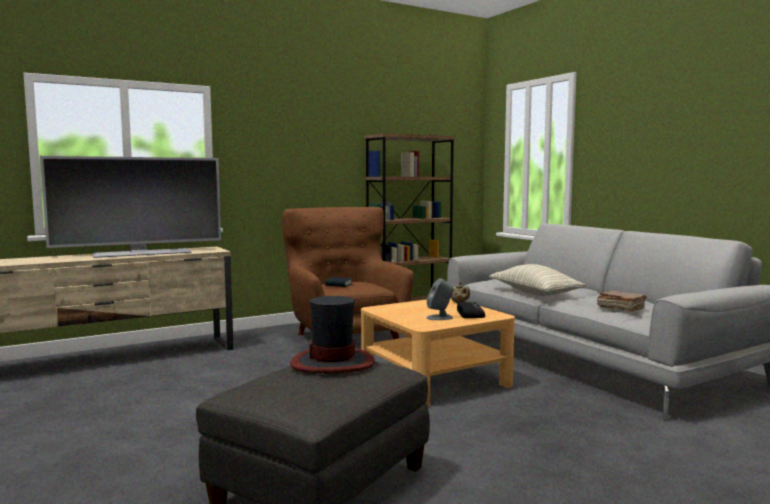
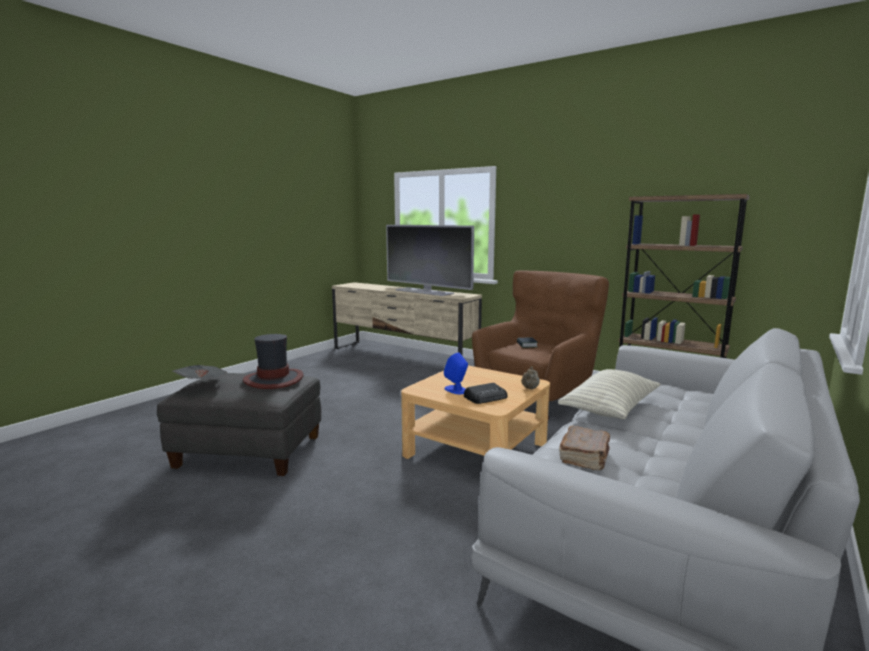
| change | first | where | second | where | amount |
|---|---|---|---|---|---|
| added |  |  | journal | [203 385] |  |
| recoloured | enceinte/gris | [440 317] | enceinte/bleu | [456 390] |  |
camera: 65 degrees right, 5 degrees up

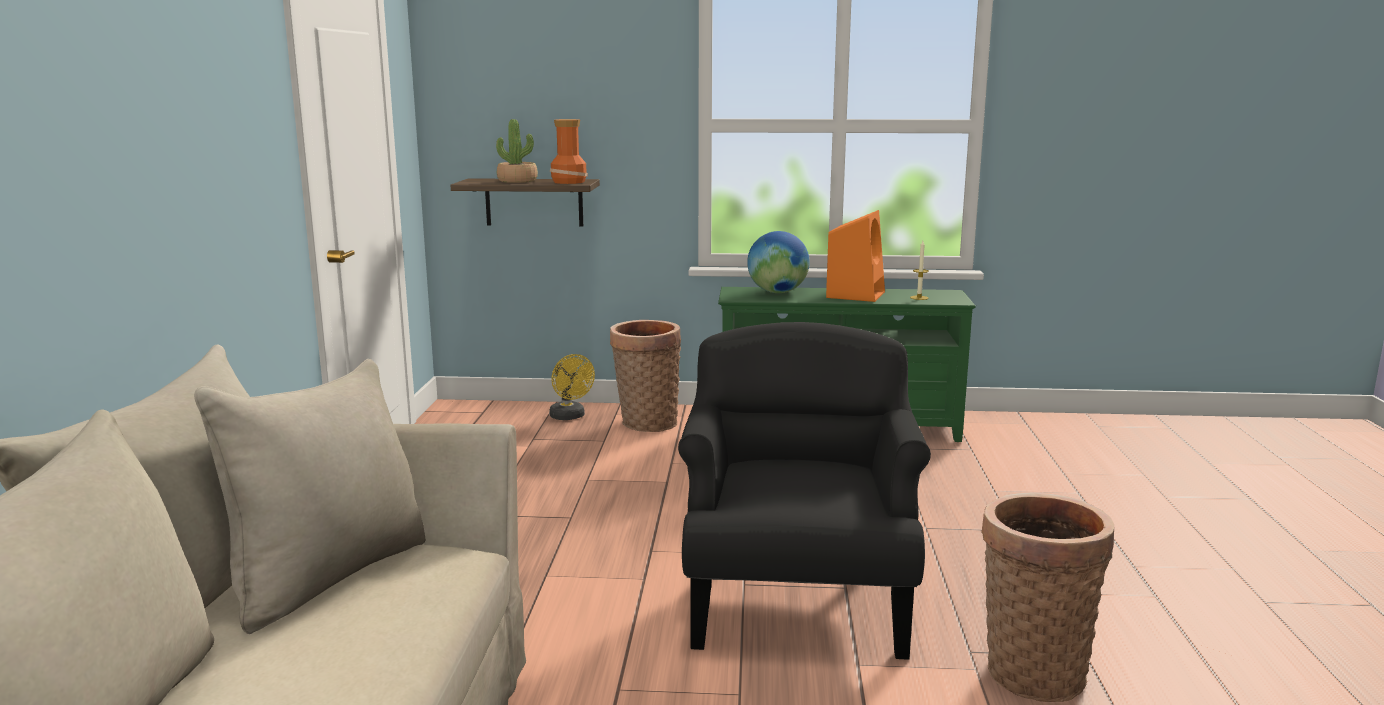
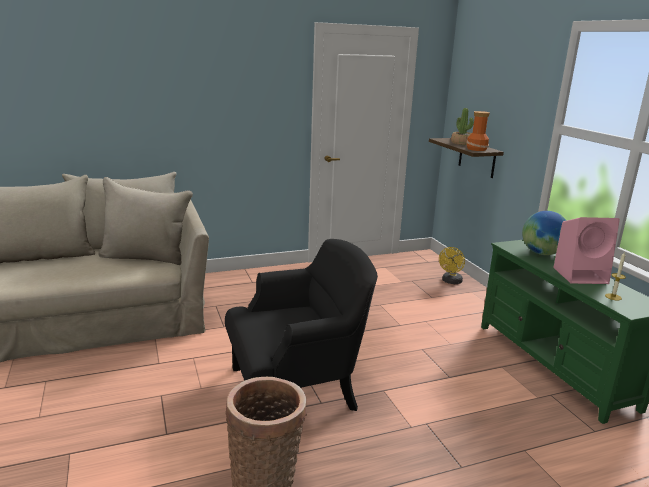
| change | first | where | second | where | amount |
|---|---|---|---|---|---|
| recoloured | enceinte/orange | [855 294] | enceinte/rose | [581 275] |  |
| removed | panier | [646 422] |  |  |  |
camera: 65 degrees right, 5 degrees up

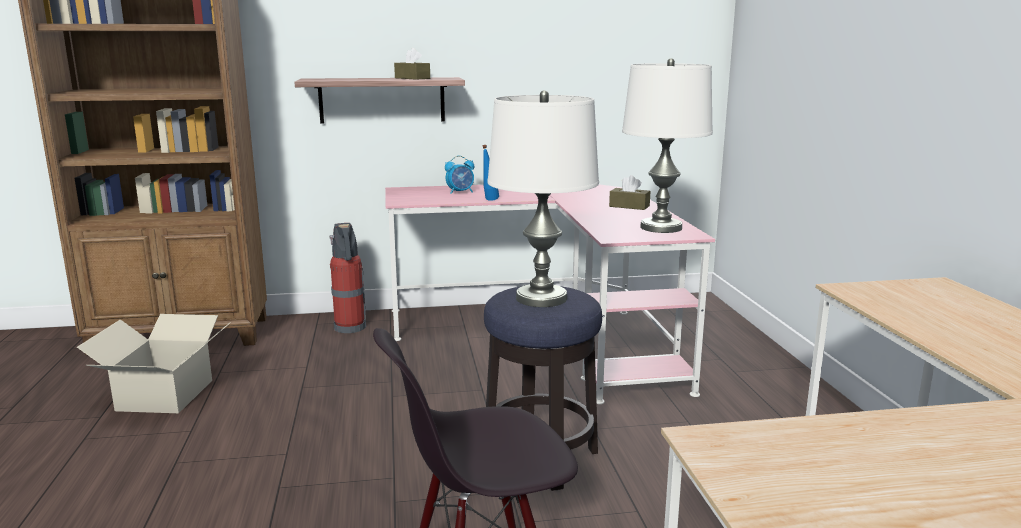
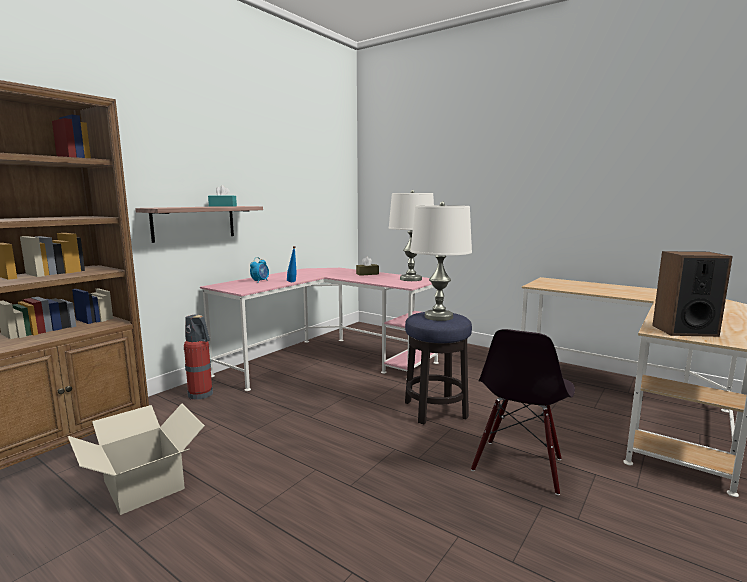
| change | first | where | second | where | amount |
|---|---|---|---|---|---|
| recoloured | boîte à mouchoirs/marron | [412 78] | boîte à mouchoirs/turquoise | [223 206] |  |
| added |  |  | enceinte | [684 330] |  |
camera: 45 degrees left, 5 degrees down

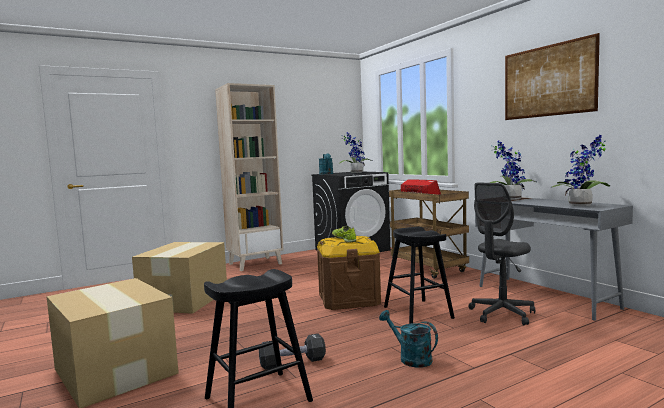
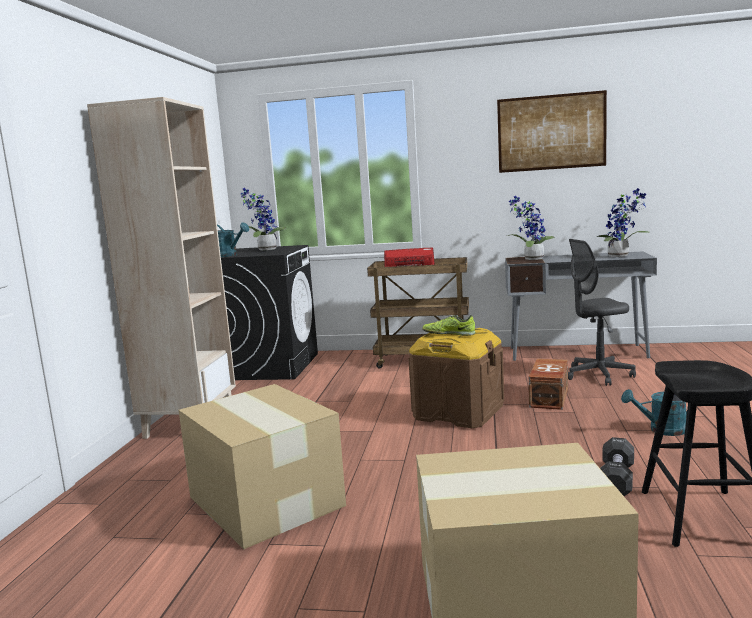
| change | first | where | second | where | amount |
|---|---|---|---|---|---|
| replaced | tabouret/noir | [417 312] | boîte de rangement/marron | [548 397] |  |
| turned | chaise de bureau/gris | [502 314] |  | [598 375] | 75 degrees clockwise |
camera: 50 degrees left, 5 degrees up

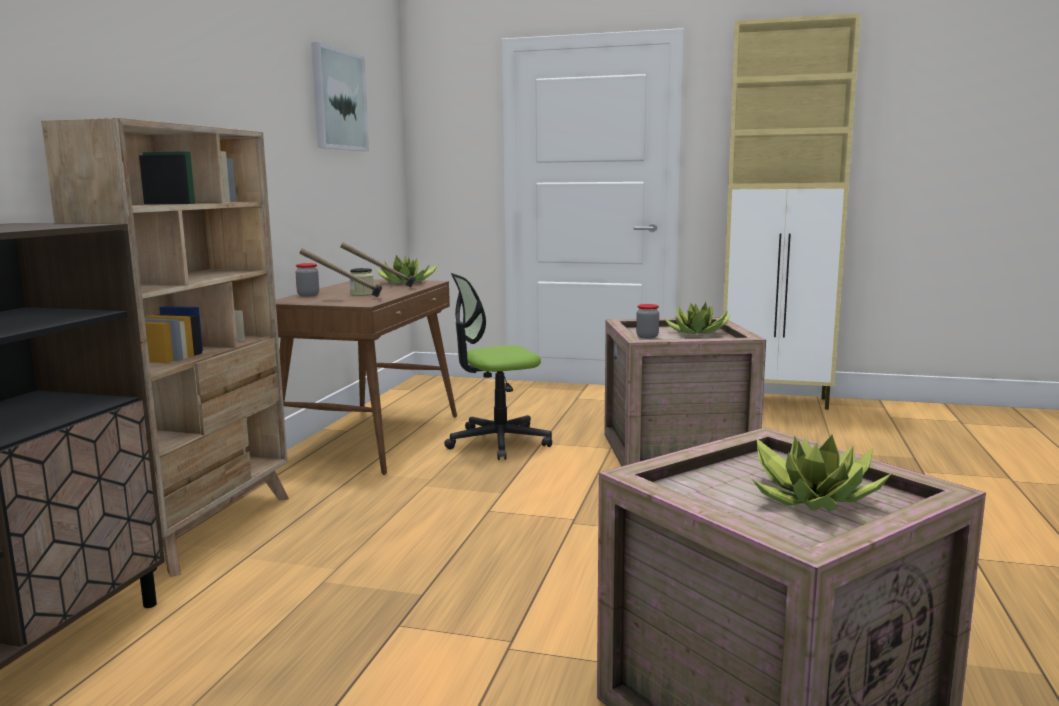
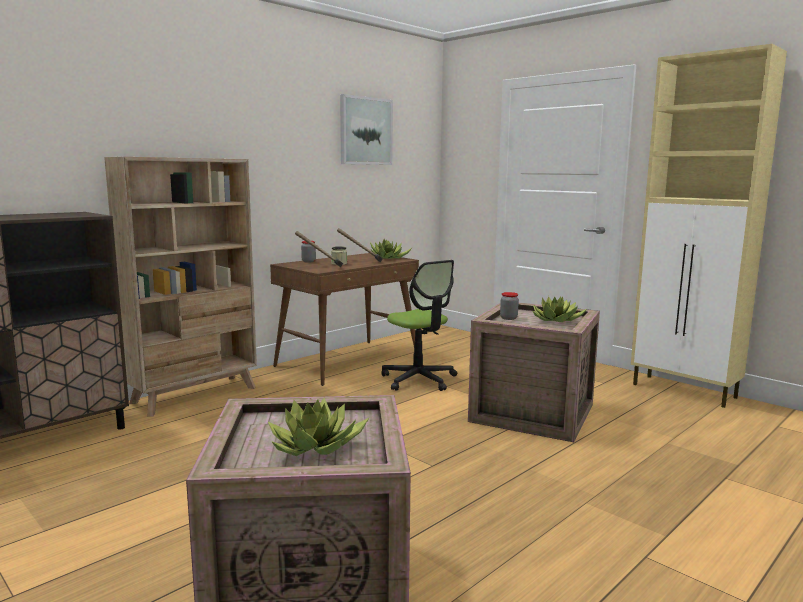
| change | first | where | second | where | amount |
|---|---|---|---|---|---|
| turned | chaise de bureau | [498 442] |  | [419 379] | 135 degrees counterclockwise |
camera: 30 degrees right, 0 degrees up

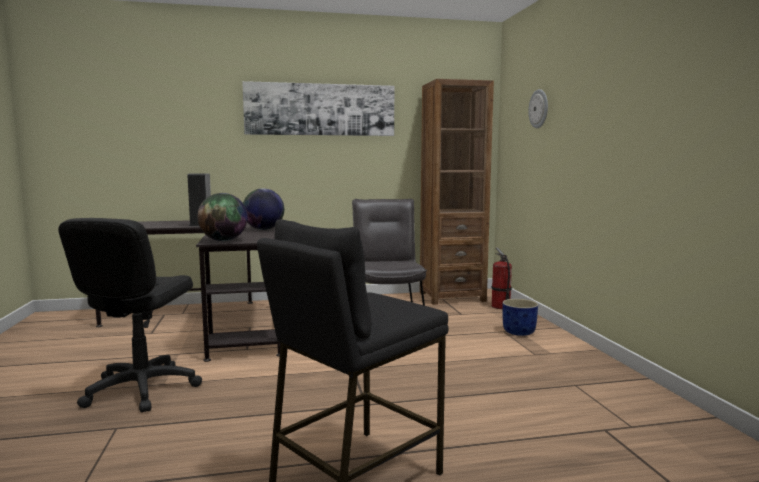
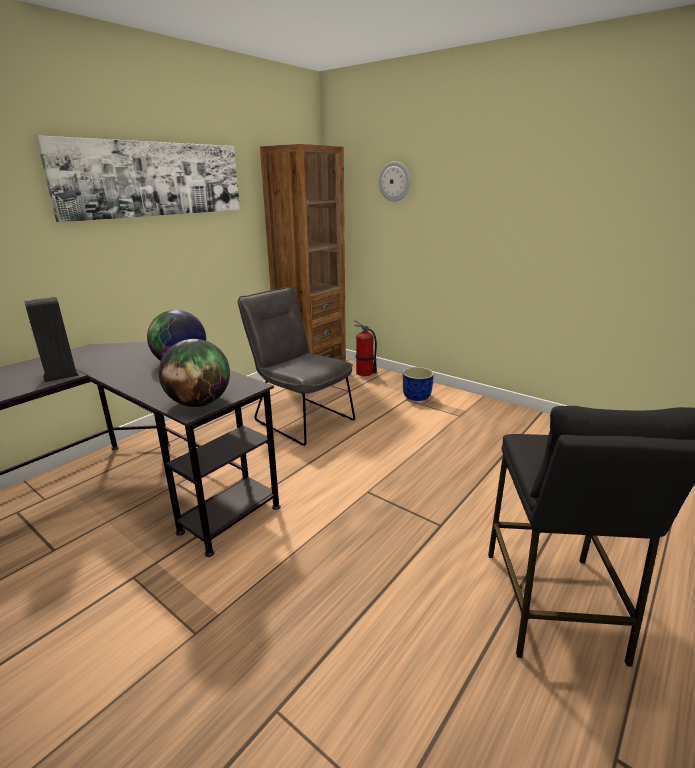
| change | first | where | second | where | amount |
|---|---|---|---|---|---|
| removed | chaise de bureau/noir | [141 389] |  |  |  |
camera: 40 degrees left, 15 degrees up

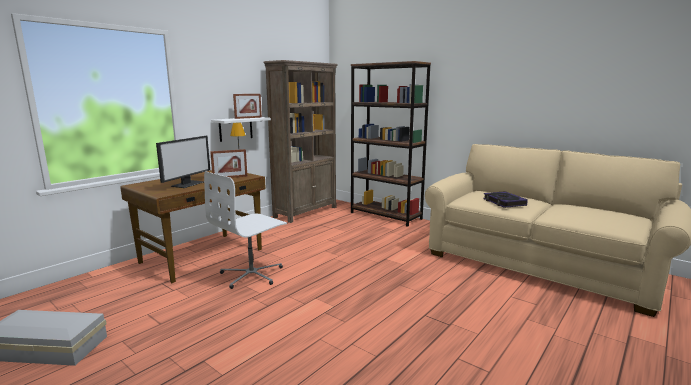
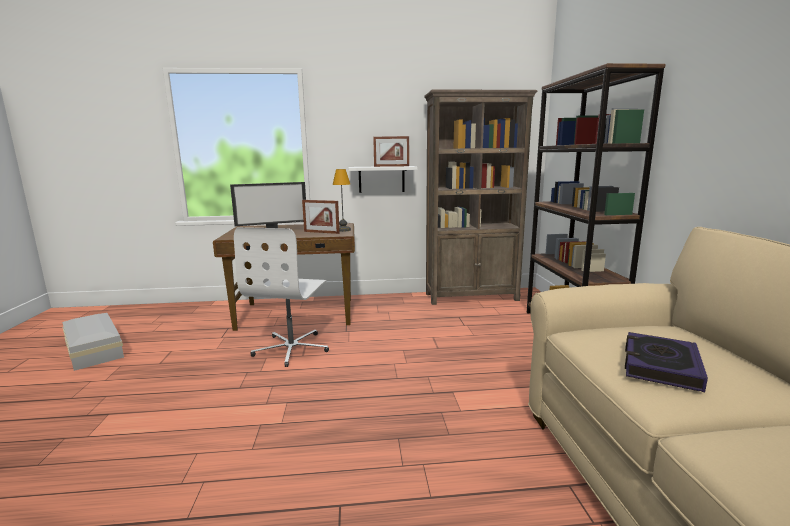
| change | first | where | second | where | amount |
|---|---|---|---|---|---|
| turned | chaise de bureau/blanc | [252 275] |  | [292 348] | 75 degrees counterclockwise |
camera: 45 degrees right, 0 degrees up

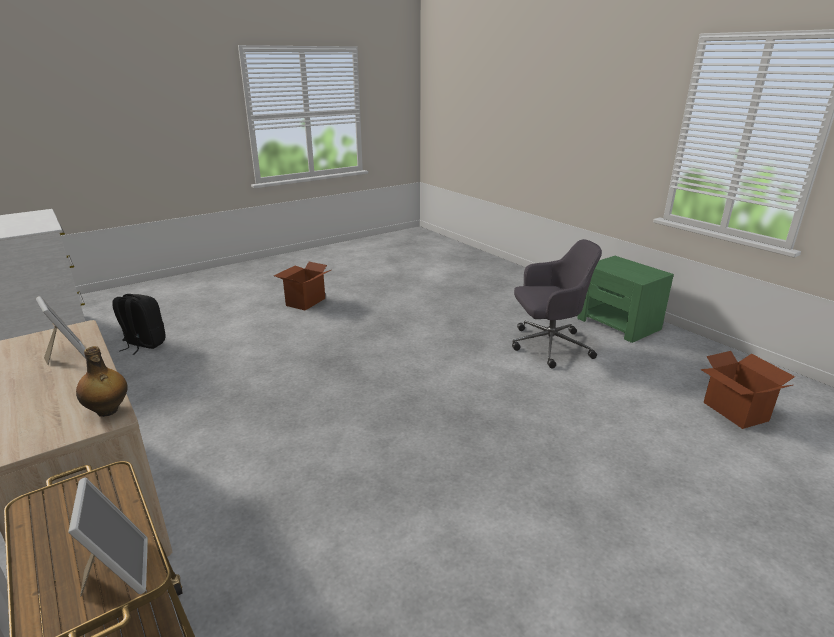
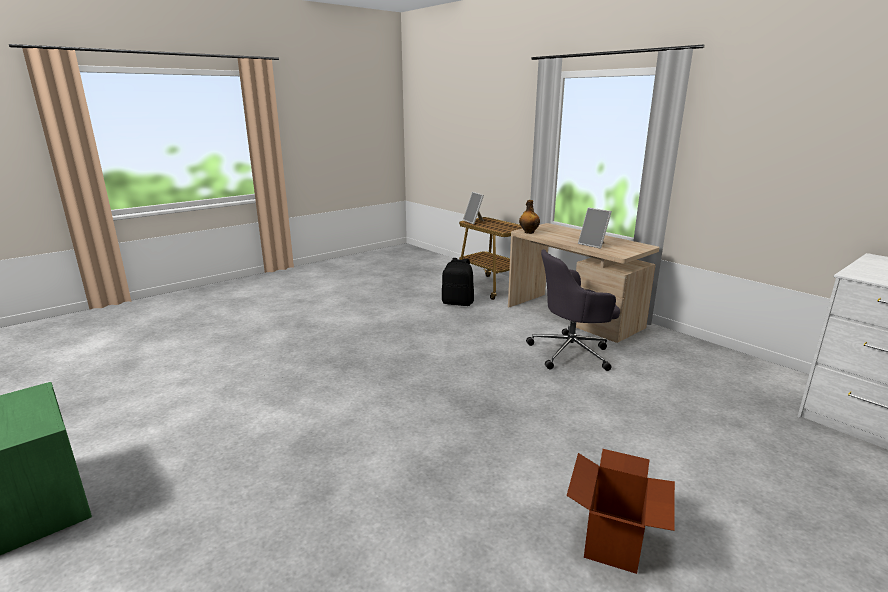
| change | first | where | second | where | amount |
|---|---|---|---|---|---|
| moved | sac à dos/noir | [144 344] |  | [458 303] |  |
| moved | chaise de bureau/gris | [548 346] |  | [571 352] |  |
| removed | carton | [734 412] |  |  |  |
camera: 175 degrees right, 5 degrees down

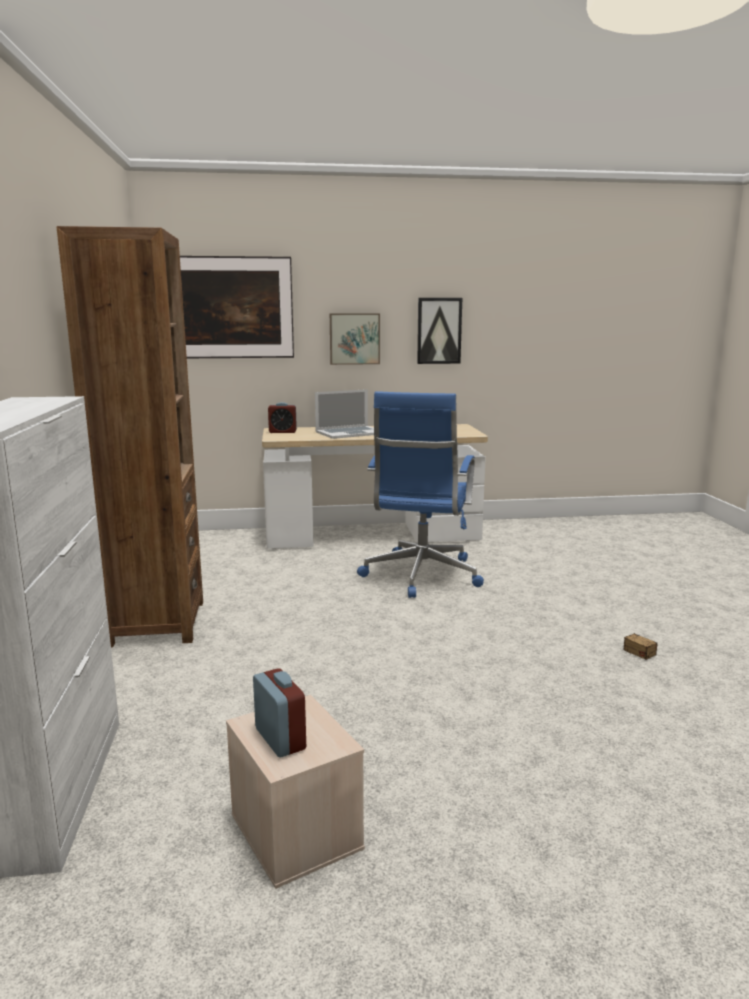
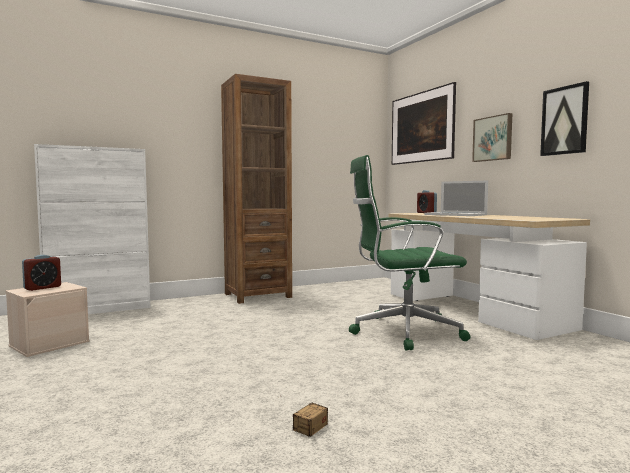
| change | first | where | second | where | amount |
|---|---|---|---|---|---|
| recoloured | chaise de bureau/bleu | [420 576] | chaise de bureau/vert | [402 331] |  |
camera: 70 degrees right, 10 degrees down

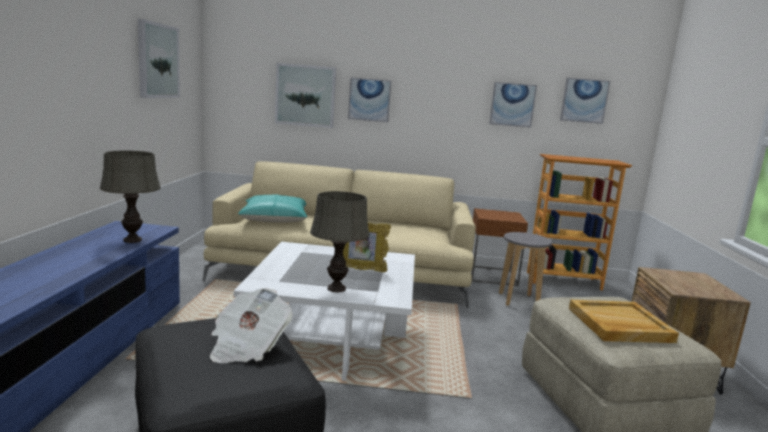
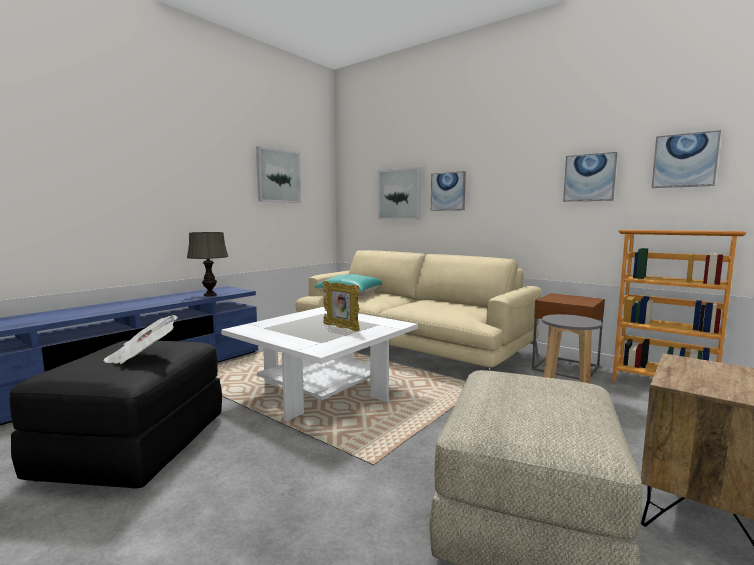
| change | first | where | second | where | amount |
|---|---|---|---|---|---|
| removed | lampe de table/gris | [336 288] |  |  |  |
| removed | plateau/beige | [619 325] |  |  |  |
camera: 35 degrees right, 5 degrees down

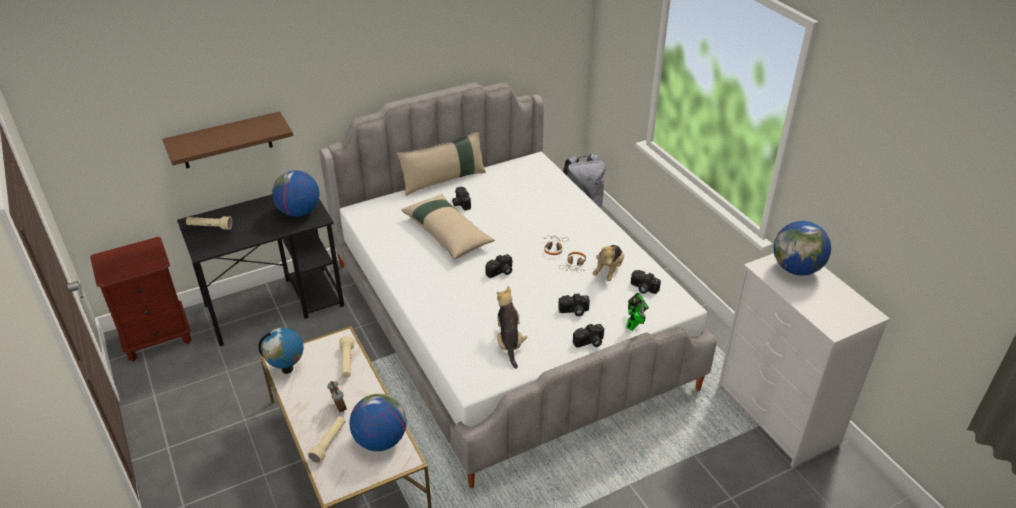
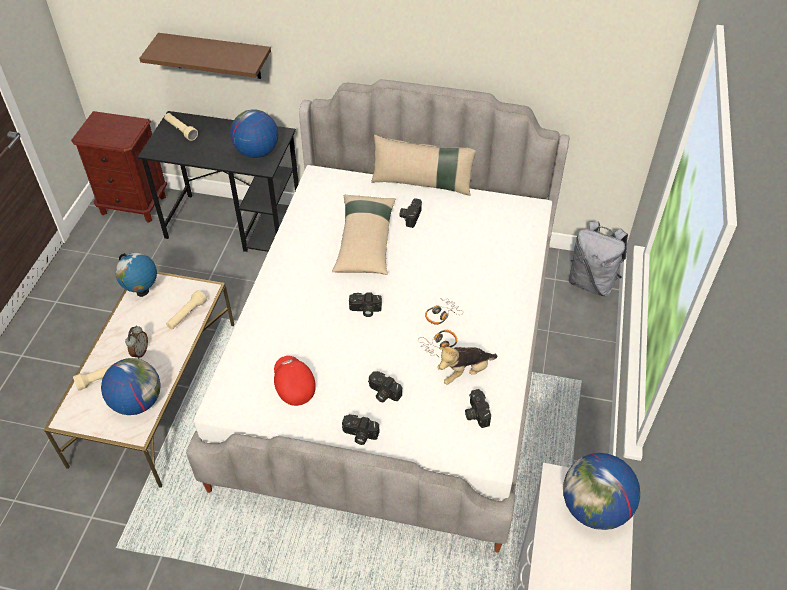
| change | first | where | second | where | amount |
|---|---|---|---|---|---|
| replaced | peluche | [509 342] | casquette/rouge | [293 385] |  |
| removed | robot jouet | [634 324] |  |  |  |
camera: 40 degrees right, 10 degrees up

